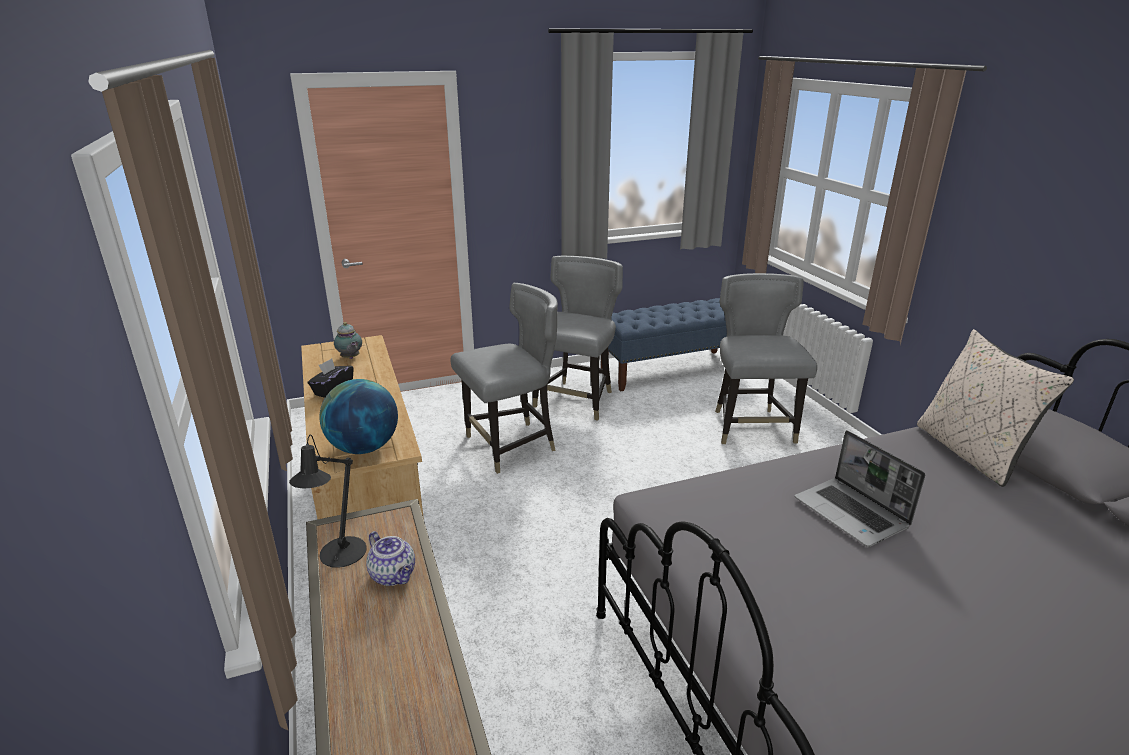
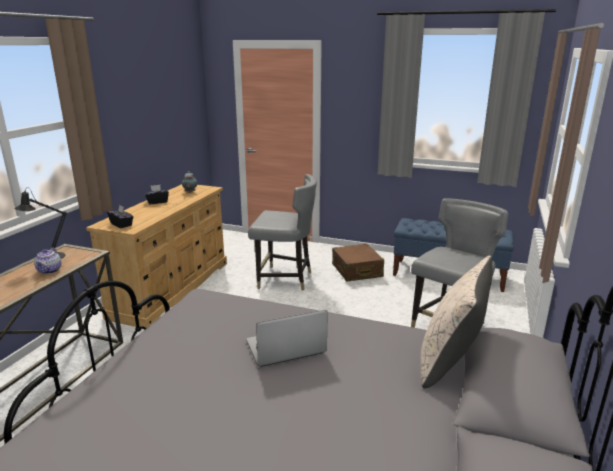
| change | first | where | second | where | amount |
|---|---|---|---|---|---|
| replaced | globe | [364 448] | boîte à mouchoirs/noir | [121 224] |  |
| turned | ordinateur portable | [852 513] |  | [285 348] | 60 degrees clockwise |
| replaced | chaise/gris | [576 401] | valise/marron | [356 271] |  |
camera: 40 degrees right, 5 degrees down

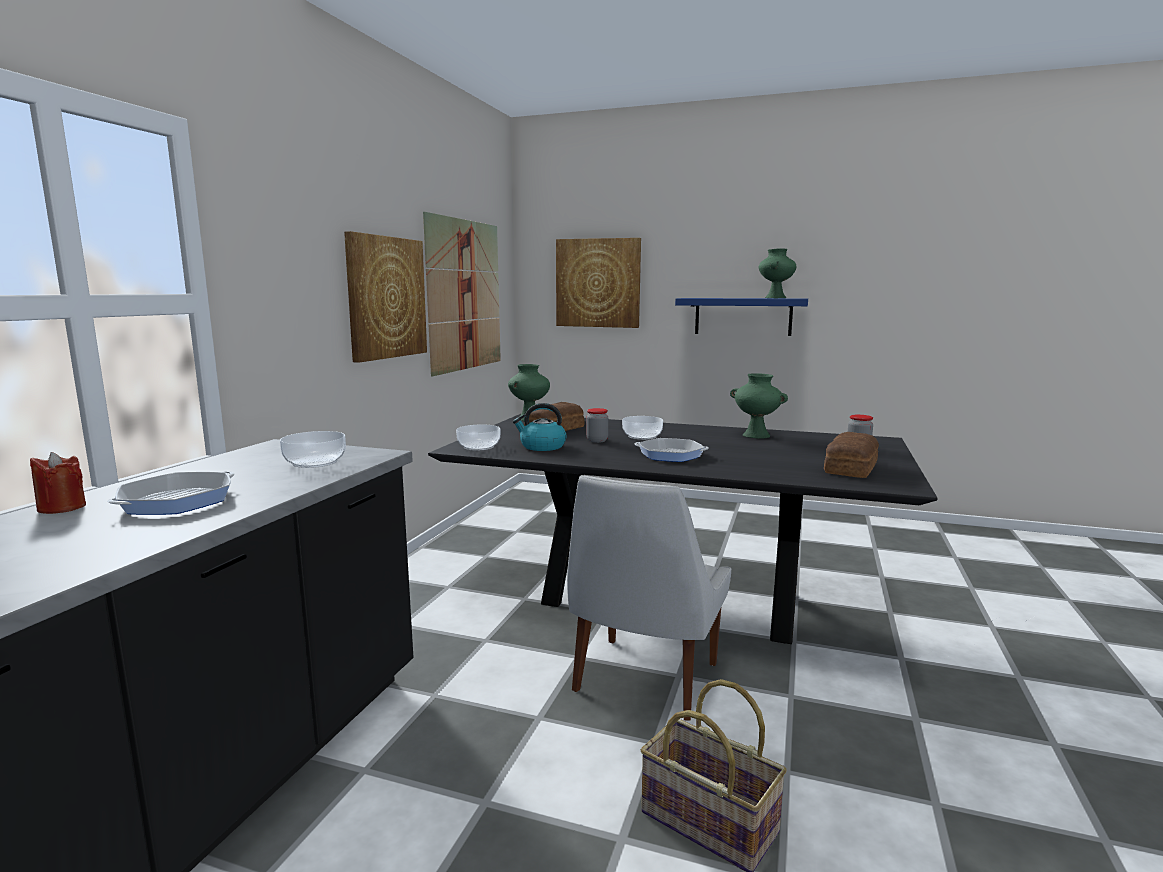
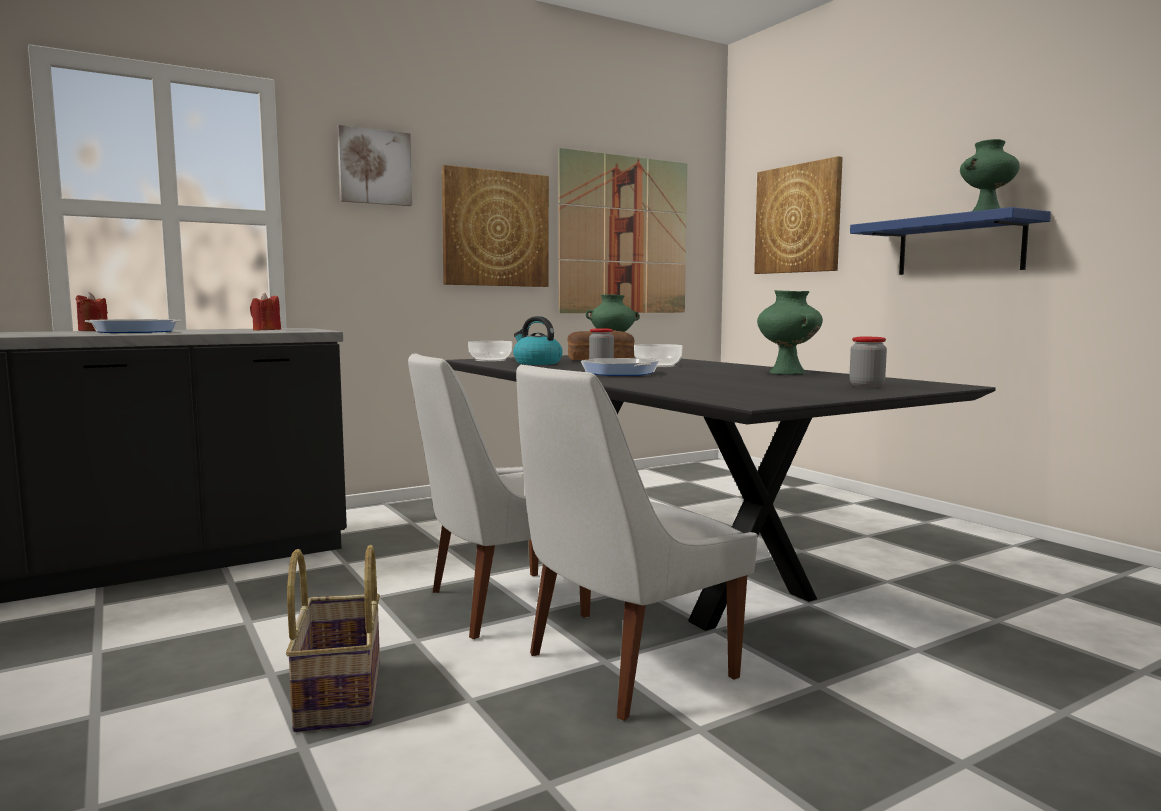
| change | first | where | second | where | amount |
|---|---|---|---|---|---|
| replaced | bol | [314 462] | bougie/rouge | [266 330] |  |
| added |  |  | tableau | [374 167] |  |
| added |  |  | chaise/blanc | [623 668] |  |
| removed | pain | [849 468] |  |  |  |
camera: 40 degrees right, 5 degrees down

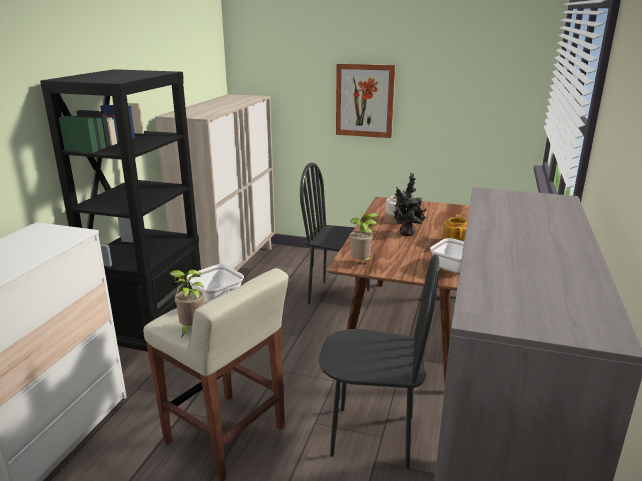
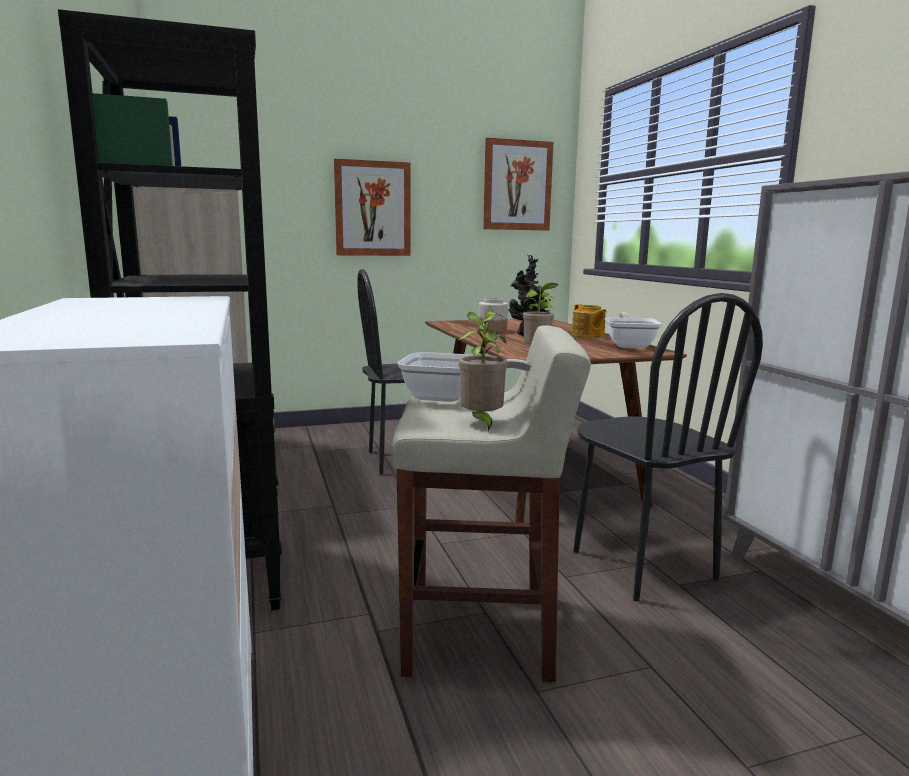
| change | first | where | second | where | amount |
|---|---|---|---|---|---|
| added |  |  | tableau | [517 185] |  |
| turned | chaise/noir | [373 436] |  | [642 565] | 90 degrees clockwise |
camera: 35 degrees left, 10 degrees down

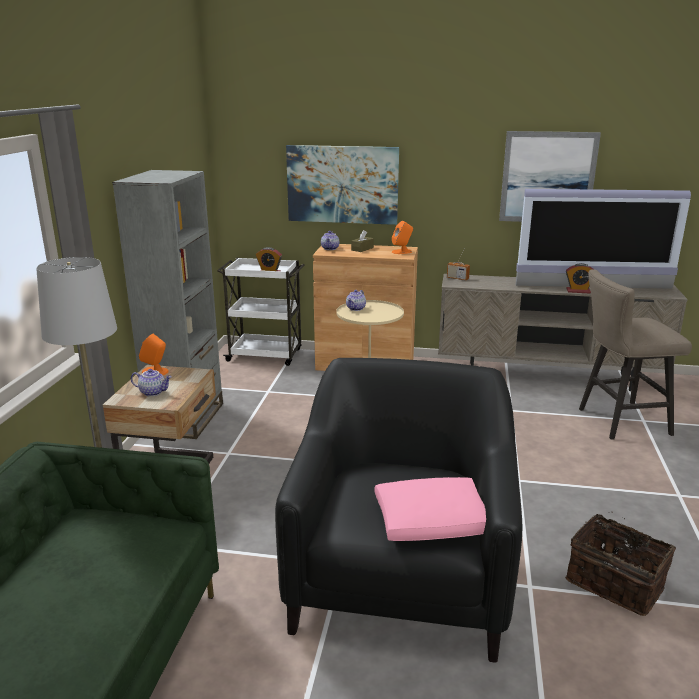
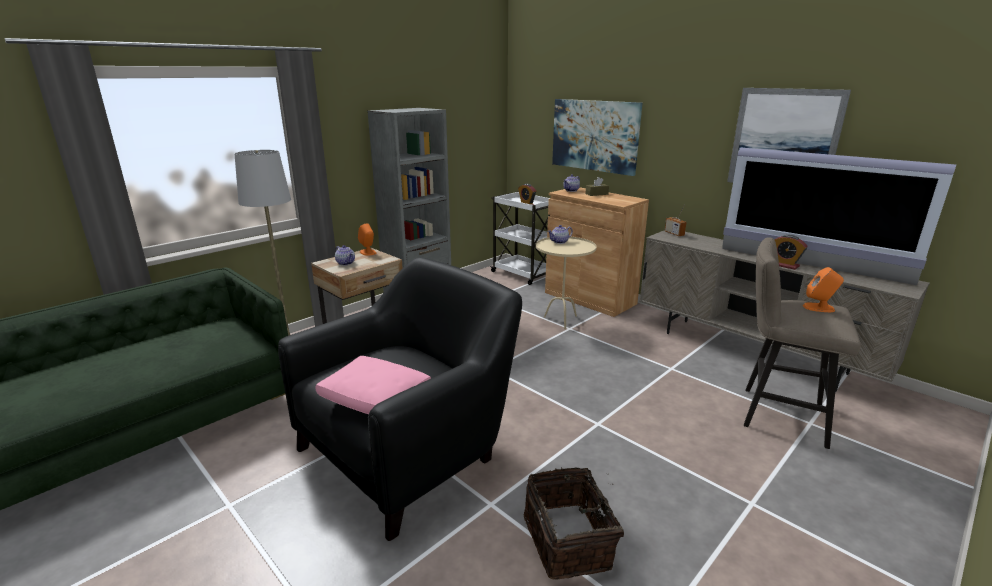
| change | first | where | second | where | amount |
|---|---|---|---|---|---|
| moved | enceinte/orange | [402 252] |  | [819 308] |  |
camera: 35 degrees right, 0 degrees up

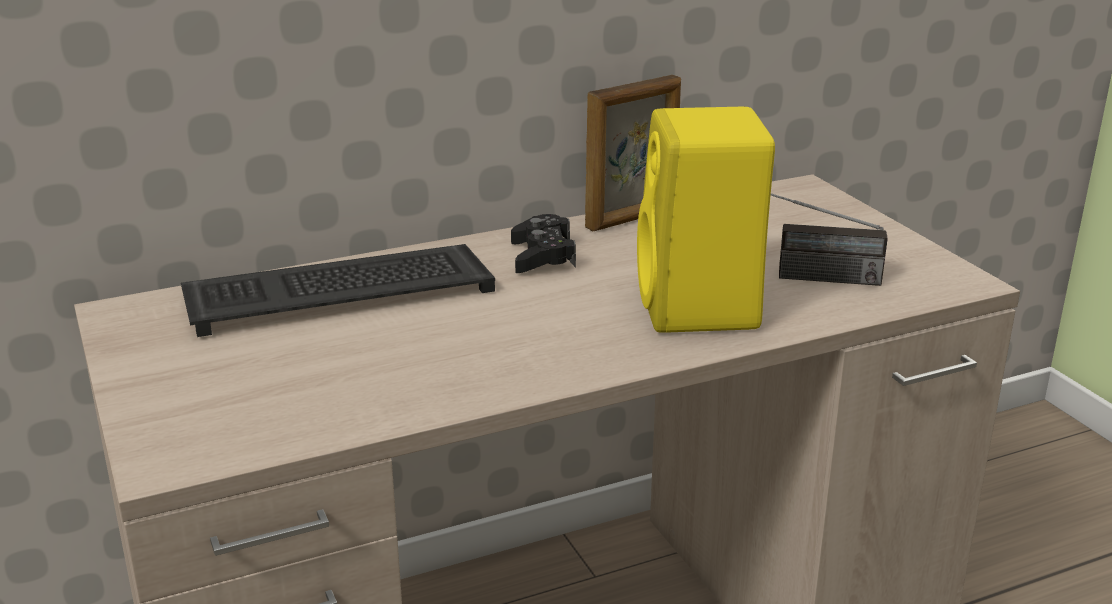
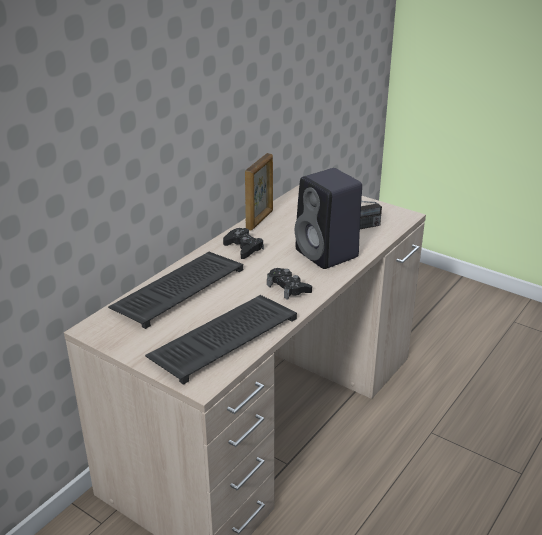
| change | first | where | second | where | amount |
|---|---|---|---|---|---|
| added |  |  | clavier | [224 337] |  |
| added |  |  | manette/noir | [288 288] |  |
| recoloured | enceinte/jaune | [700 309] | enceinte/noir | [328 254] |  |
camera: 30 degrees left, 5 degrees up

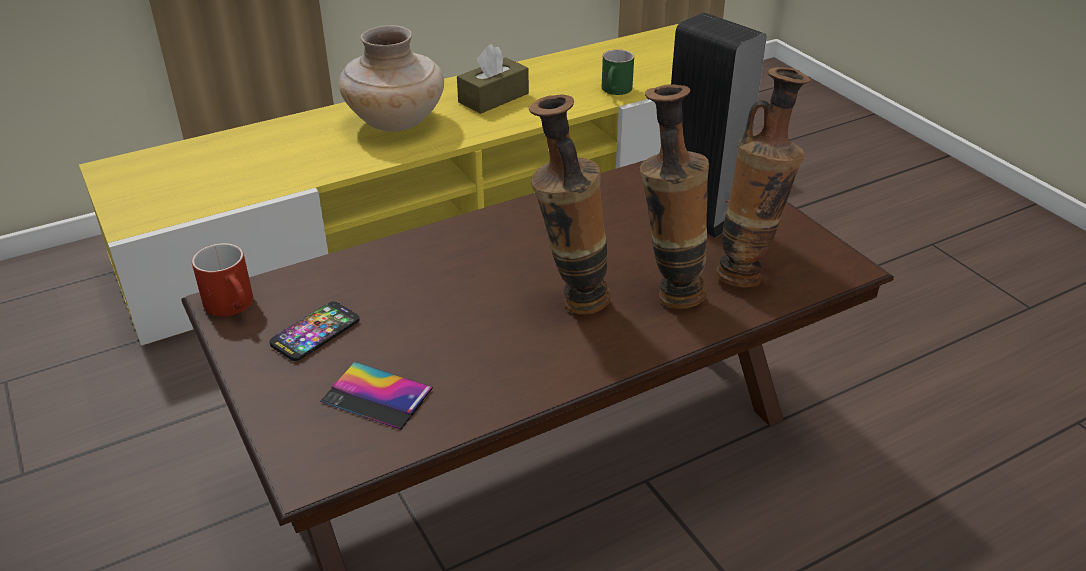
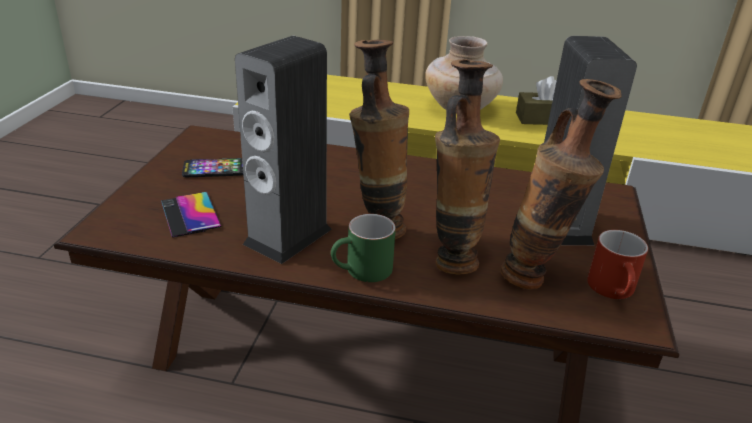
| change | first | where | second | where | amount |
|---|---|---|---|---|---|
| added |  |  | enceinte | [288 236] |  |
| moved | mug/vert | [616 91] |  | [362 272] |  |
| moved | mug/rouge | [234 306] |  | [614 291] |  |
camera: 40 degrees right, 5 degrees down

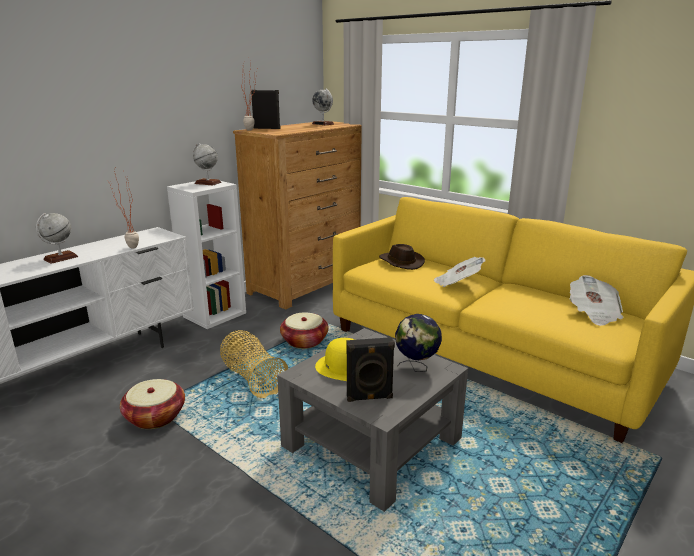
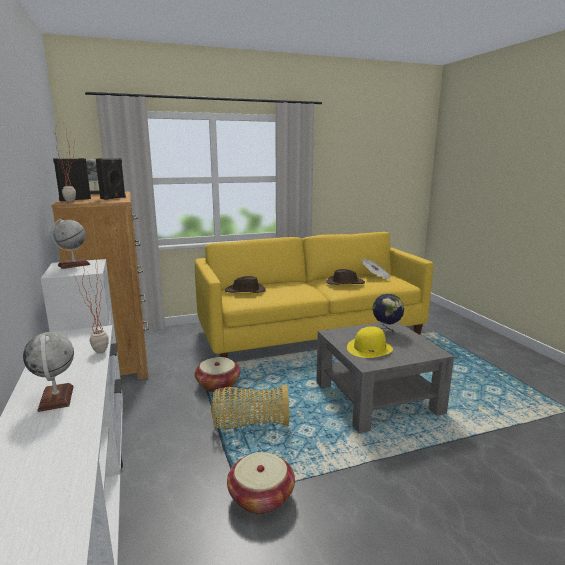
| change | first | where | second | where | amount |
|---|---|---|---|---|---|
| moved | enceinte/noir | [369 398] |  | [114 198] |  |
| added |  |  | chapeau/marron | [345 283] |  |
| removed | journal | [457 283] |  |  |  |
camera: 60 degrees left, 5 degrees down

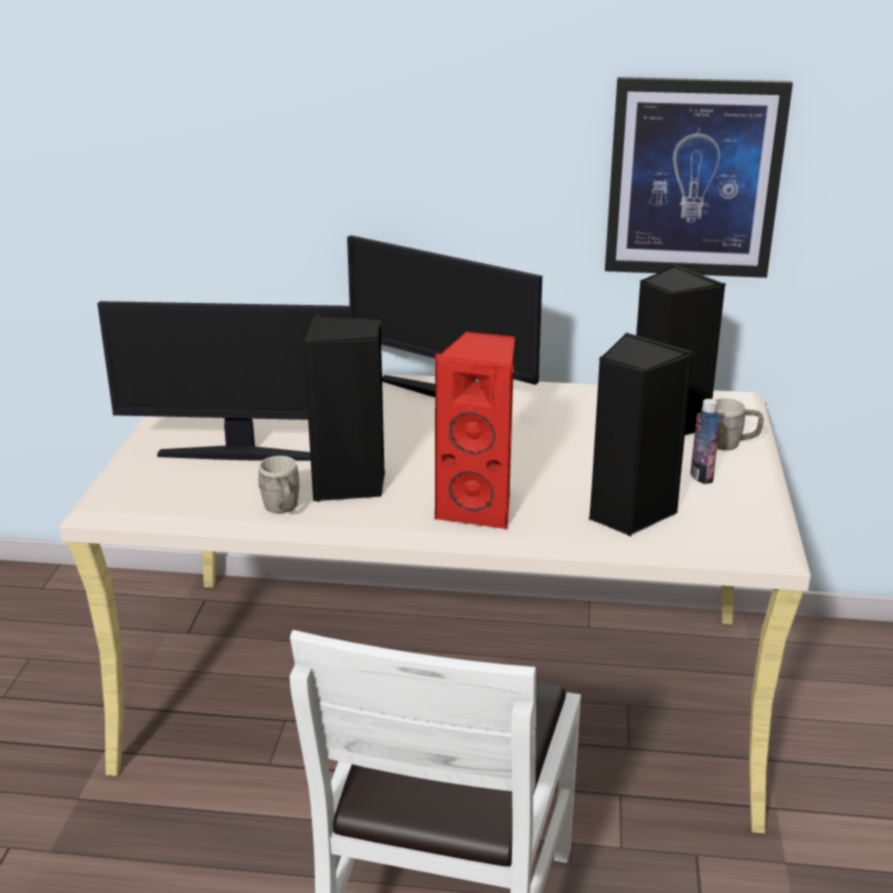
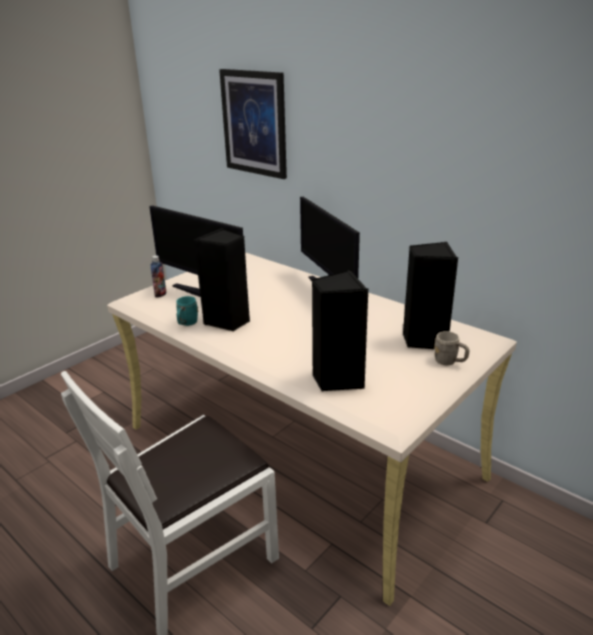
| change | first | where | second | where | amount |
|---|---|---|---|---|---|
| moved | bouteille | [701 476] |  | [160 294] |  |
| recoloured | mug/gris | [282 509] | mug/turquoise | [186 324] |  |
| moved | tableau | [693 179] |  | [254 123] |  |
| removed | enceinte/rouge | [479 508] |  |  |  |
camera: 35 degrees right, 0 degrees up

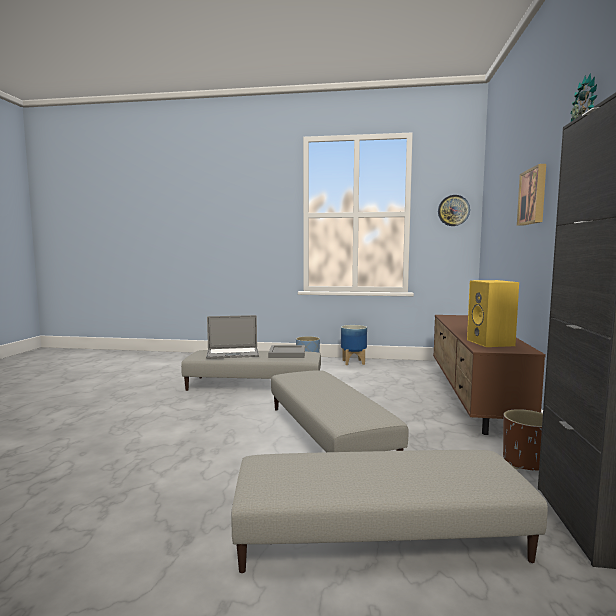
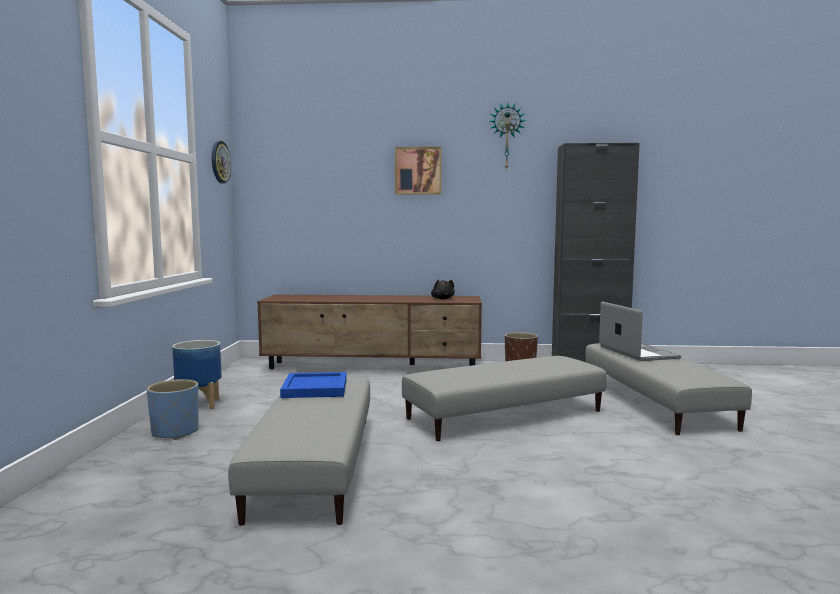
| change | first | where | second | where | amount |
|---|---|---|---|---|---|
| recoloured | plateau/gris | [287 353] | plateau/bleu | [314 388] |  |
| replaced | enceinte/jaune | [491 343] | peluche/noir | [442 299] |  |
| moved | ordinateur portable | [232 353] |  | [638 352] |  |
camera: 95 degrees left, 0 degrees up

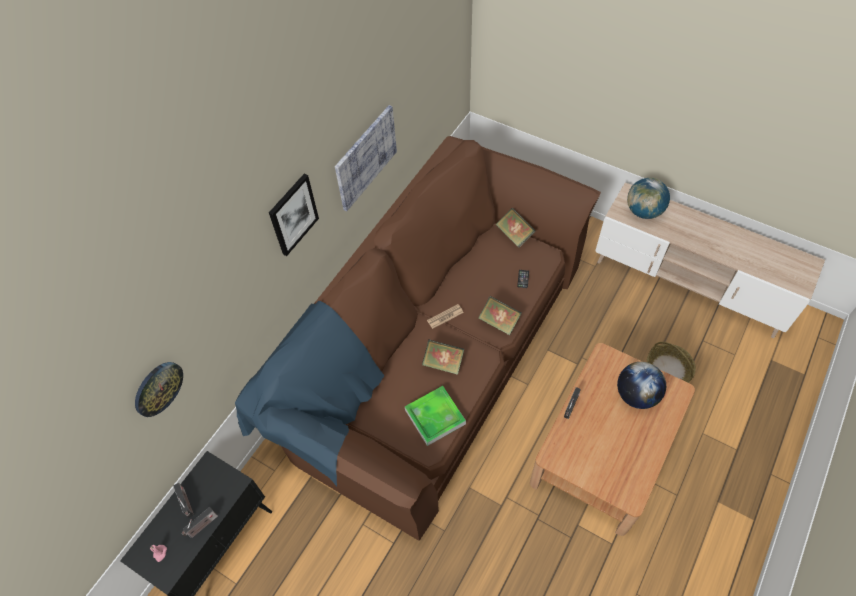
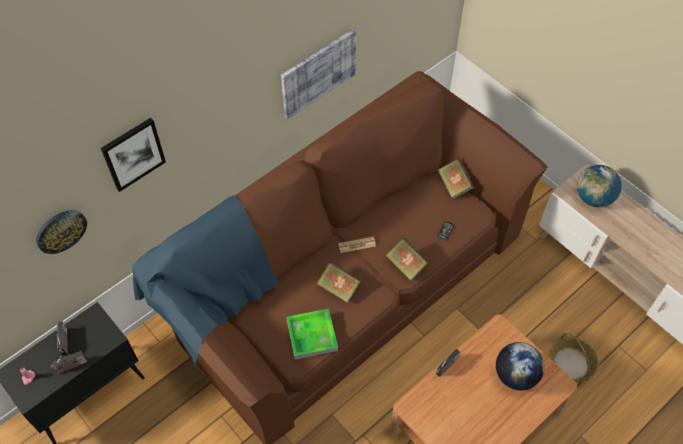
| change | first | where | second | where | amount |
|---|---|---|---|---|---|
| moved | tableau | [293 214] |  | [133 154] |  |
camera: 15 degrees right, 0 degrees up

